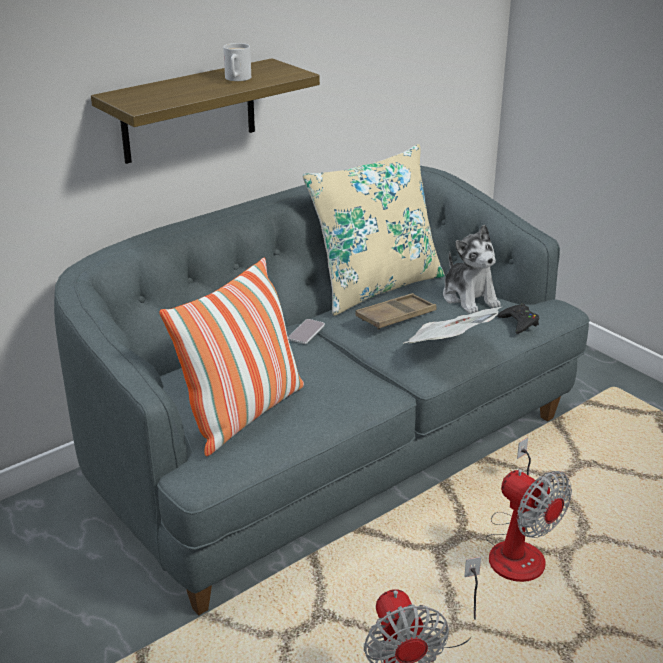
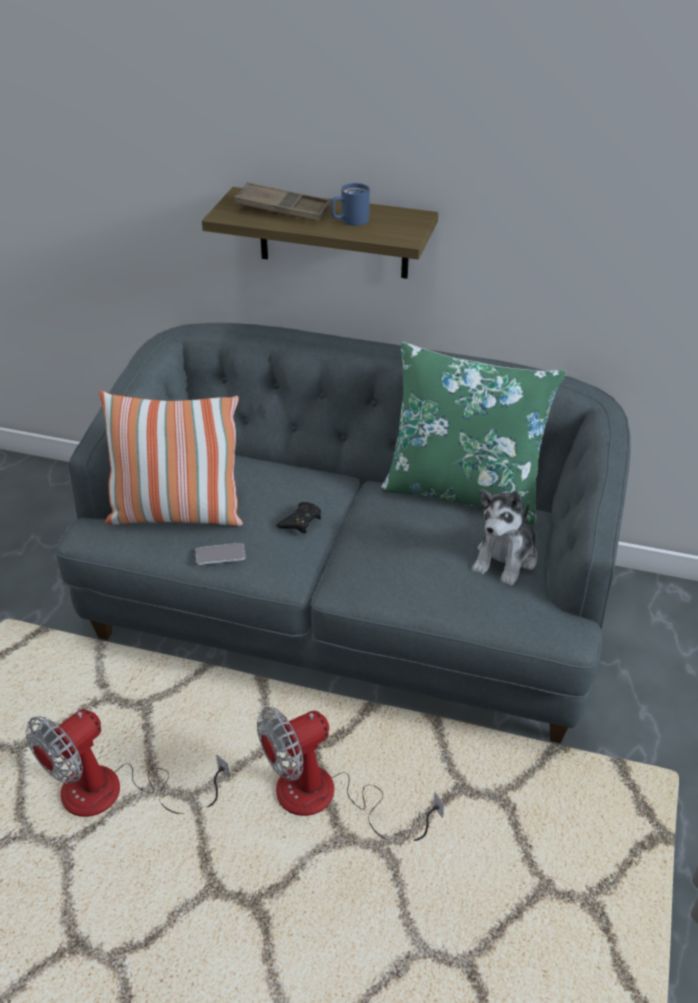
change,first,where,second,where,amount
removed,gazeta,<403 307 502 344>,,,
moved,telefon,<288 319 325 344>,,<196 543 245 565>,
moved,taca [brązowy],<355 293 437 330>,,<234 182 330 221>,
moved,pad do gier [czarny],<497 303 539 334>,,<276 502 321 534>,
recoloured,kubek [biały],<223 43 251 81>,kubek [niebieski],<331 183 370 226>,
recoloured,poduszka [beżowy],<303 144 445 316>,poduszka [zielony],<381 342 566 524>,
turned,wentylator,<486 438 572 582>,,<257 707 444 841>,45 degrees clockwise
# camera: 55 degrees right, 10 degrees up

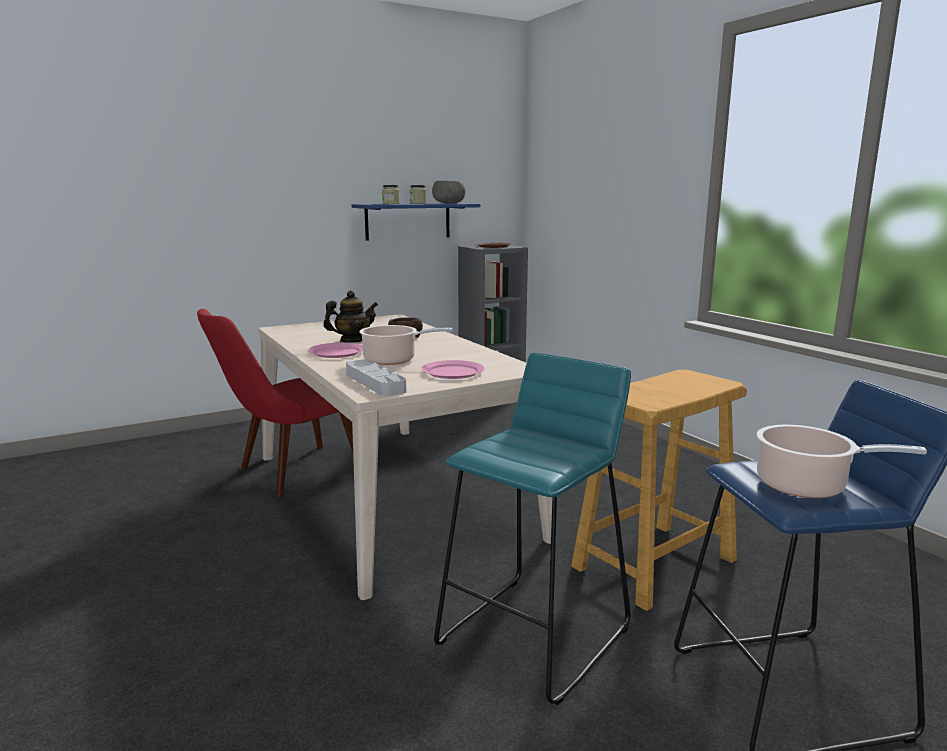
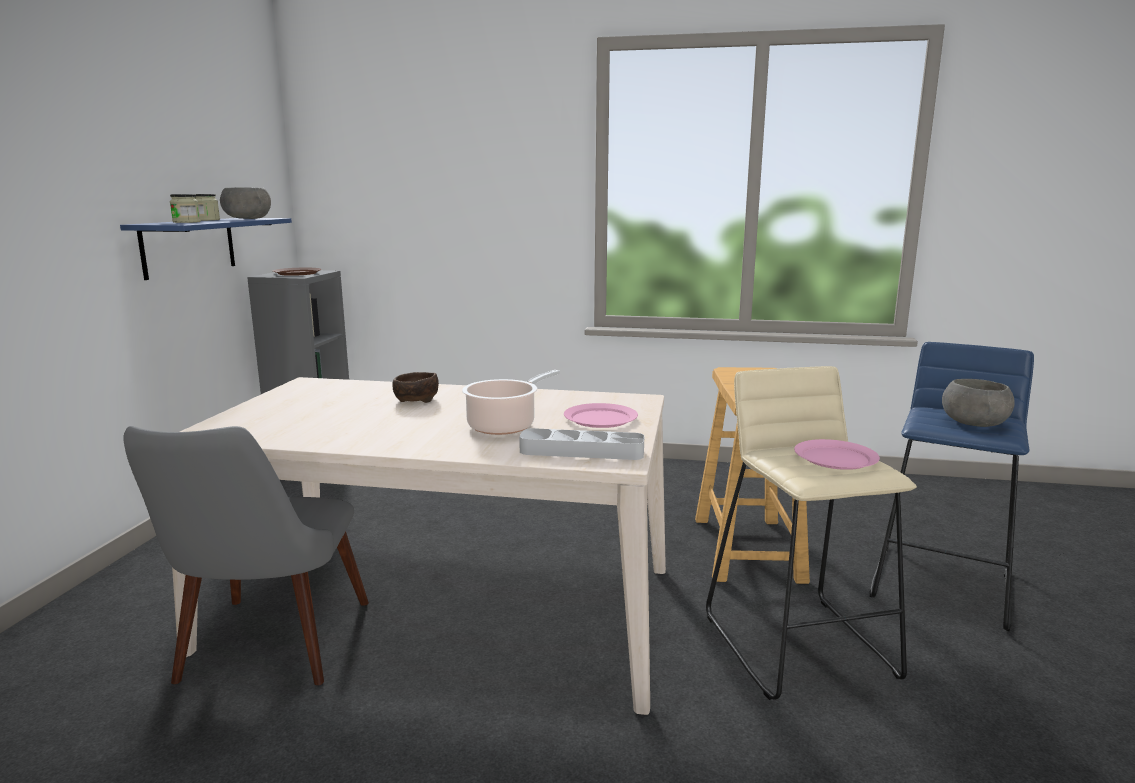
change,first,where,second,where,amount
removed,imbryk,<323 290 378 342>,,,
moved,talerz [różowy],<308 343 363 358>,,<794 439 880 470>,
replaced,garnek,<756 425 927 498>,miska [szary],<942 379 1015 427>,
recoloured,krzesło [czerwony],<197 309 353 497>,krzesło [szary],<123 426 369 685>,
recoloured,stołek [turkusowy],<434 353 631 705>,stołek [beżowy],<706 366 917 700>,
# camera: 50 degrees left, 0 degrees up

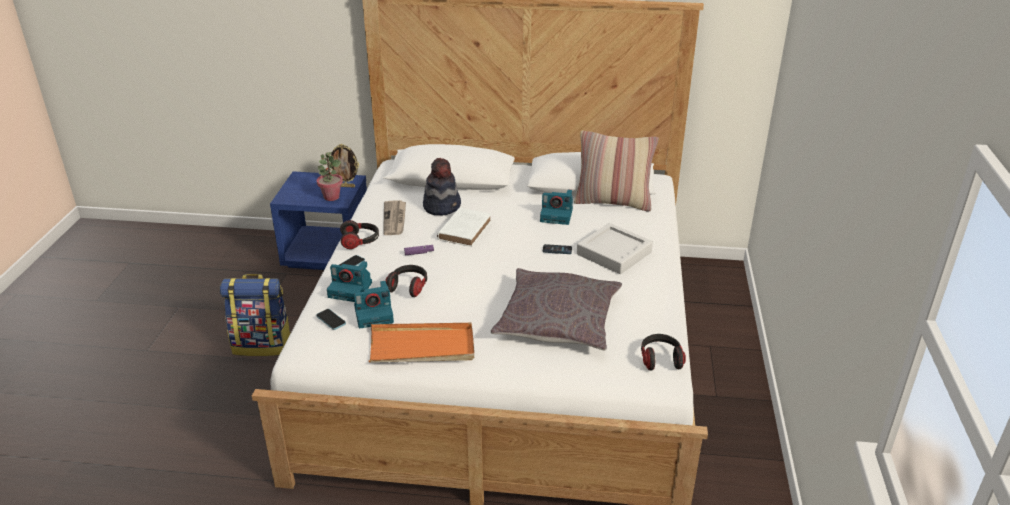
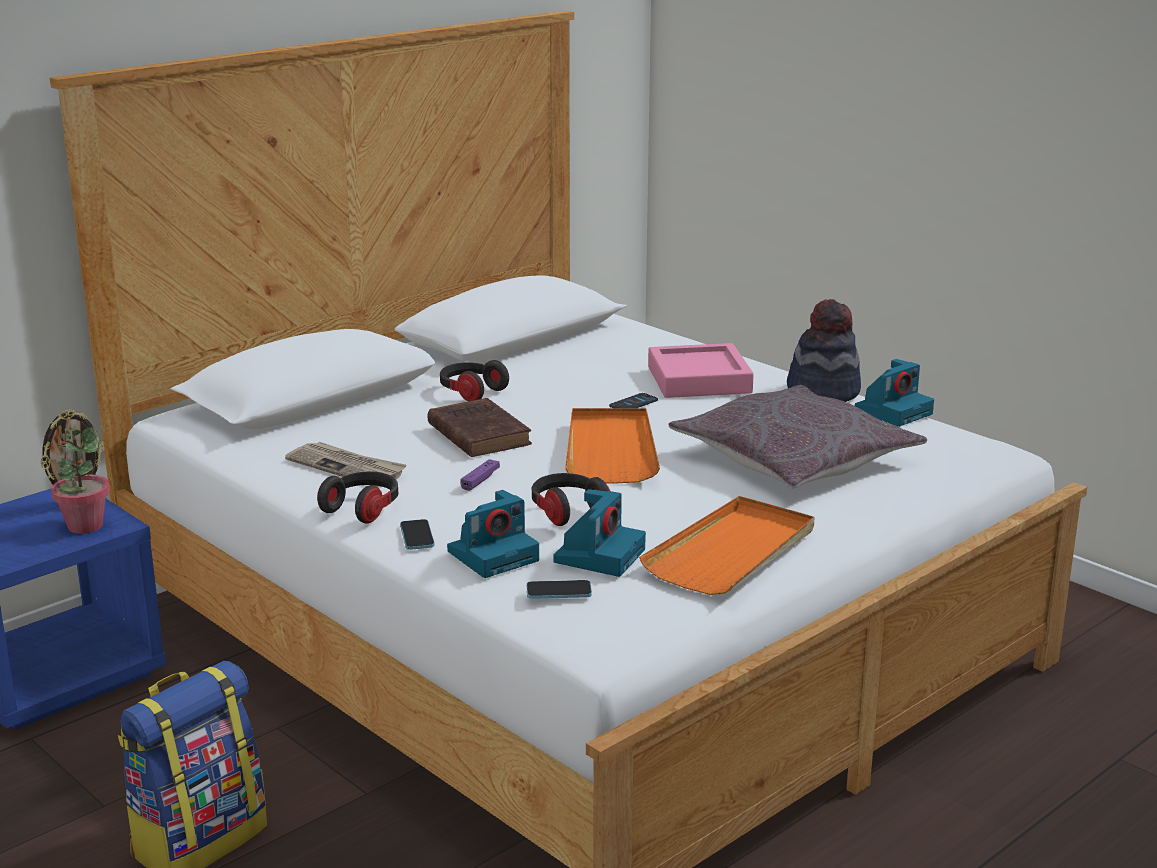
change,first,where,second,where,amount
removed,poduszka,<574 130 658 211>,,,
added,,,taca [pomarańczowy],<565 408 660 484>,
moved,kapelusz,<423 158 461 215>,,<787 299 861 402>,
moved,aparat fotograficzny,<540 190 573 225>,,<855 359 934 427>,
moved,słuchawki,<641 334 686 370>,,<440 360 509 401>,
recoloured,książka [biały],<437 208 492 247>,książka [brązowy],<428 398 532 457>,
recoloured,taca [szary],<577 223 653 274>,taca [różowy],<648 343 754 398>,
# camera: 50 degrees left, 10 degrees down

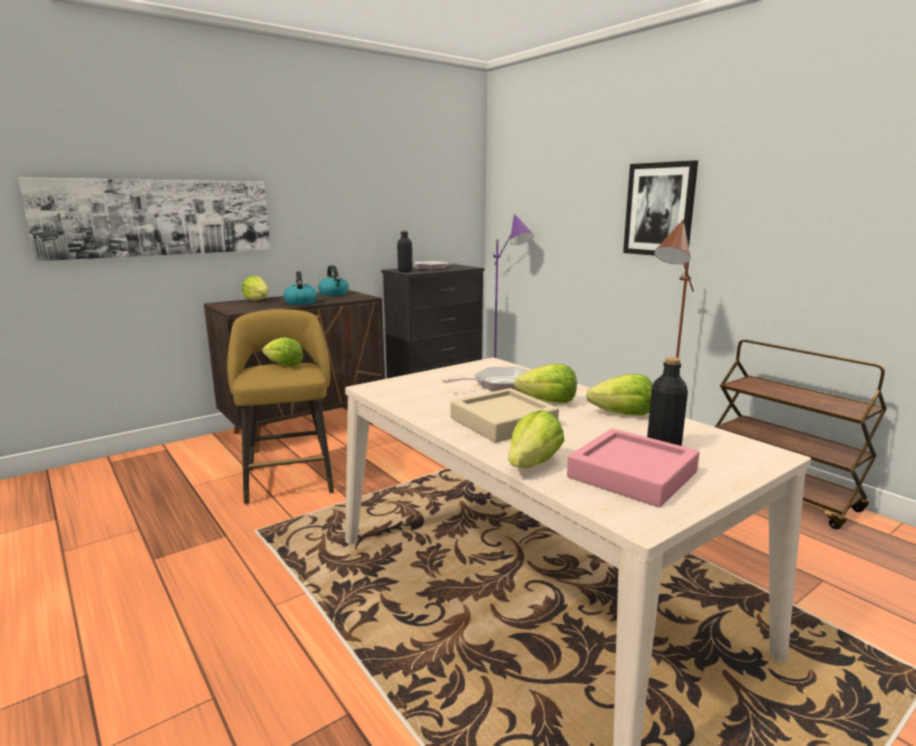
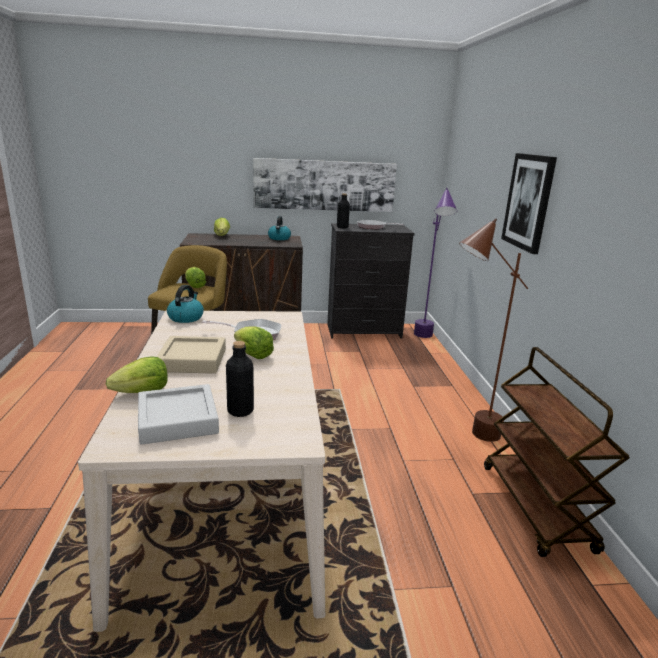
change,first,where,second,where,amount
removed,sałata,<586 374 653 415>,,,
moved,obraz,<19 177 270 261>,,<253 158 397 212>,
moved,czajnik,<283 271 317 305>,,<167 285 204 323>,
recoloured,taca [różowy],<567 428 700 507>,taca [szary],<138 384 219 445>,
# camera: 30 degrees right, 5 degrees up

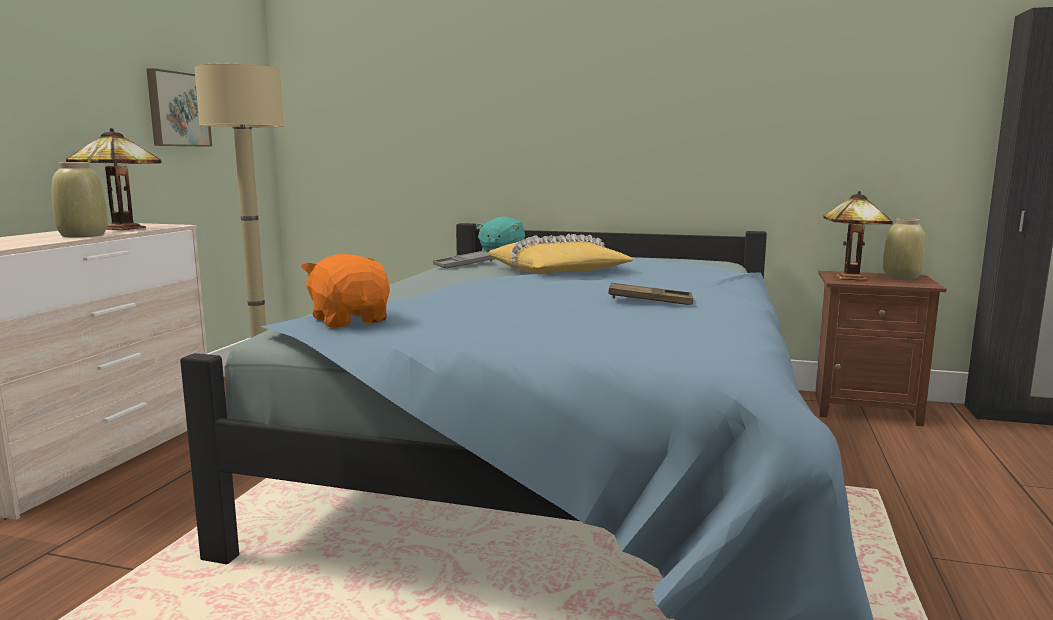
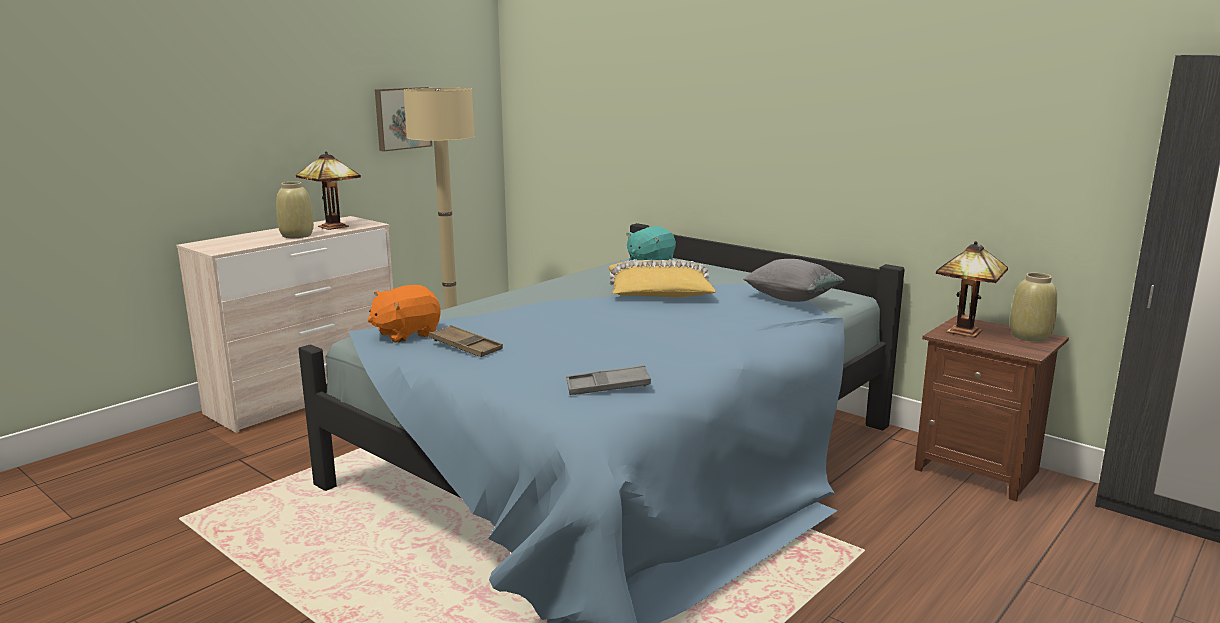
change,first,where,second,where,amount
added,,,poduszka [szary],<743 259 845 302>,
moved,taca [szary],<433 251 495 268>,,<566 365 651 395>,
moved,taca [brązowy],<608 282 694 305>,,<429 325 503 357>,
turned,pluszak [pomarańczowy],<301 254 390 328>,,<368 285 441 343>,120 degrees counterclockwise
# camera: 25 degrees right, 5 degrees up

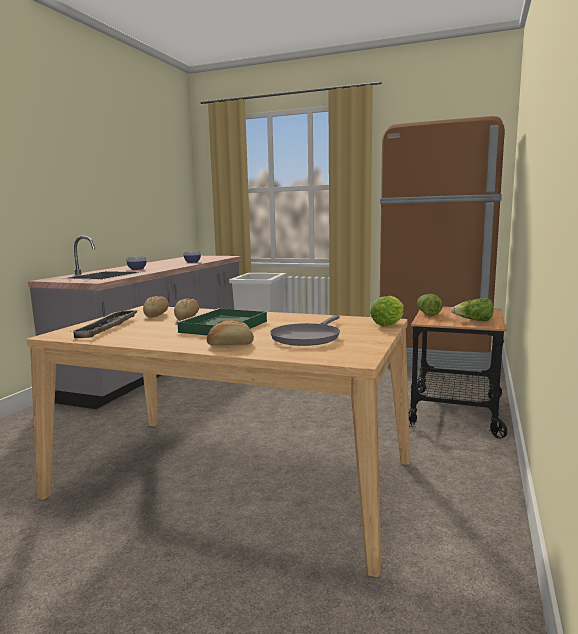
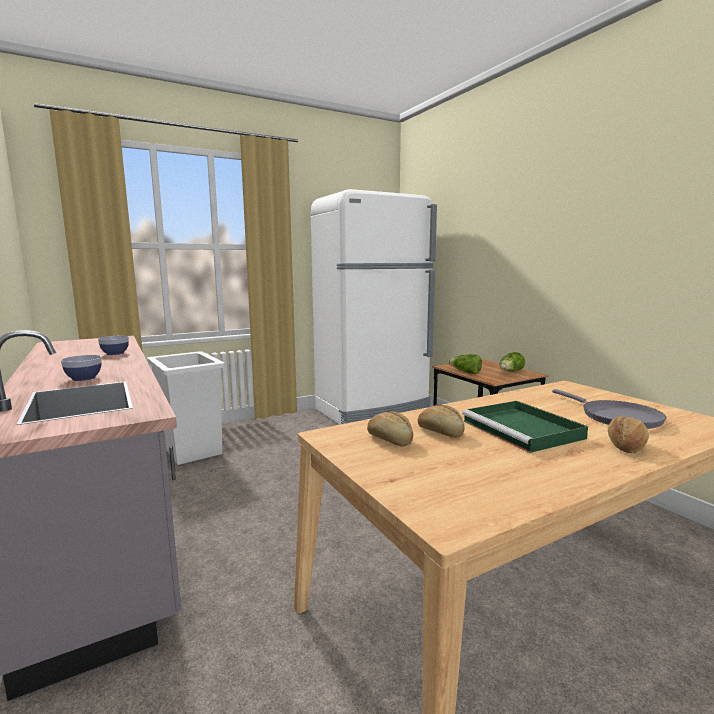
change,first,where,second,where,amount
removed,taca,<70 310 138 338>,,,
removed,sałata,<370 296 404 326>,,,
recoloured,lodówka [brązowy],<380 116 505 372>,lodówka [biały],<311 189 437 425>,
# camera: 50 degrees left, 0 degrees up

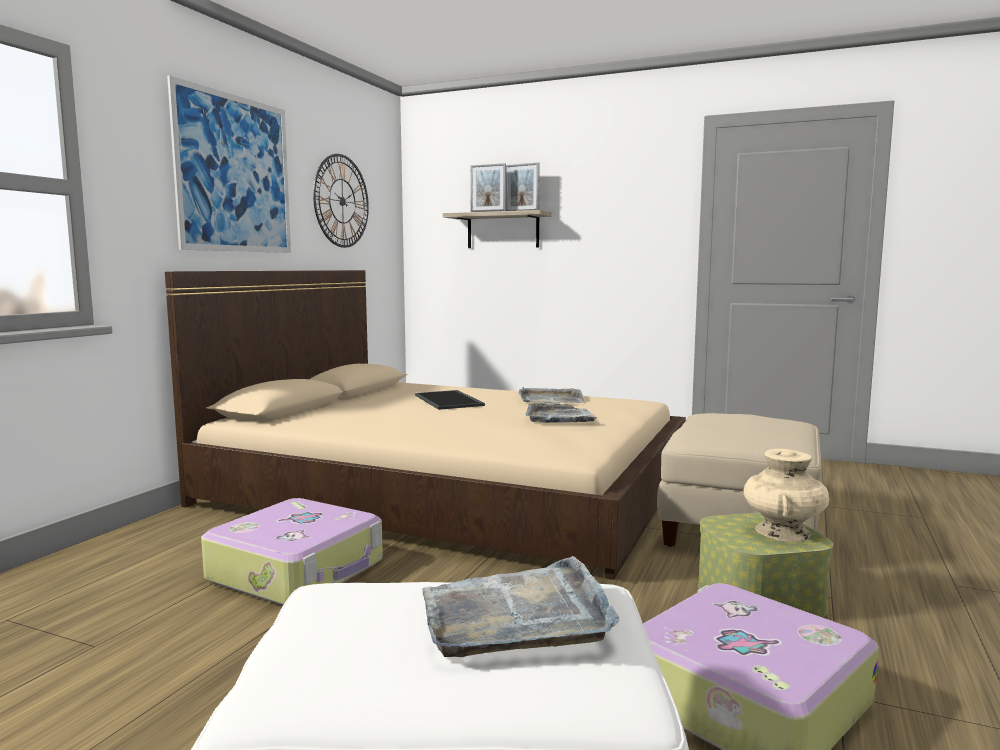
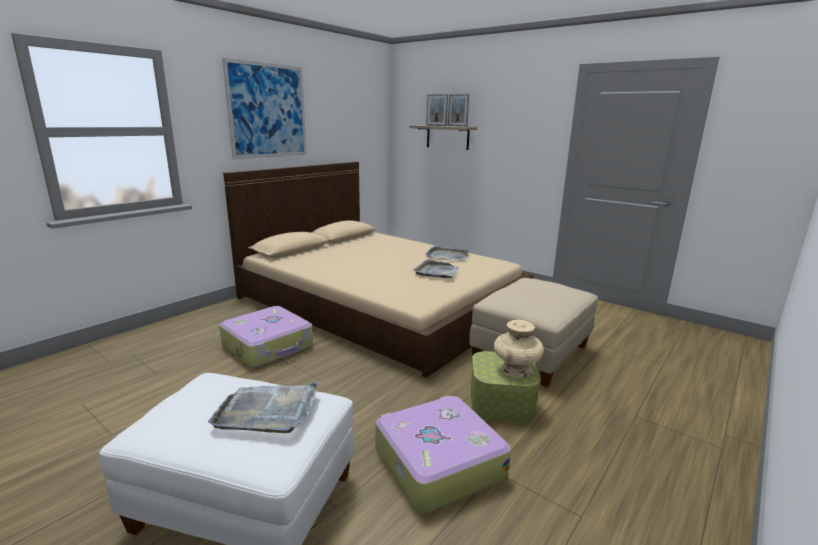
change,first,where,second,where,amount
removed,zegar ścienny,<313 154 369 248>,,,
removed,taca,<415 390 485 410>,,,
# camera: 15 degrees right, 10 degrees up

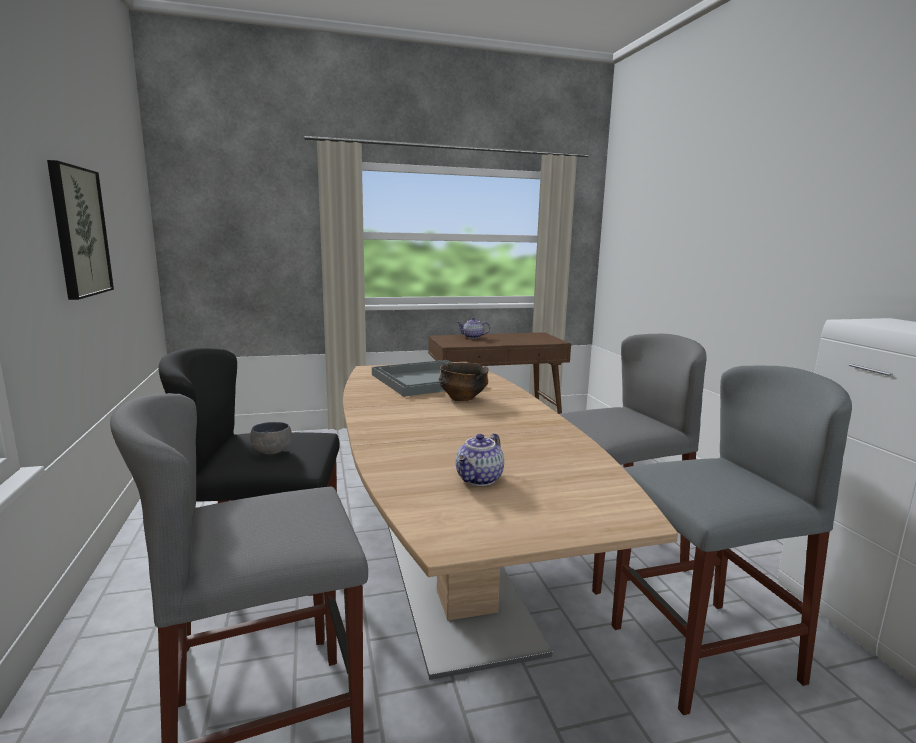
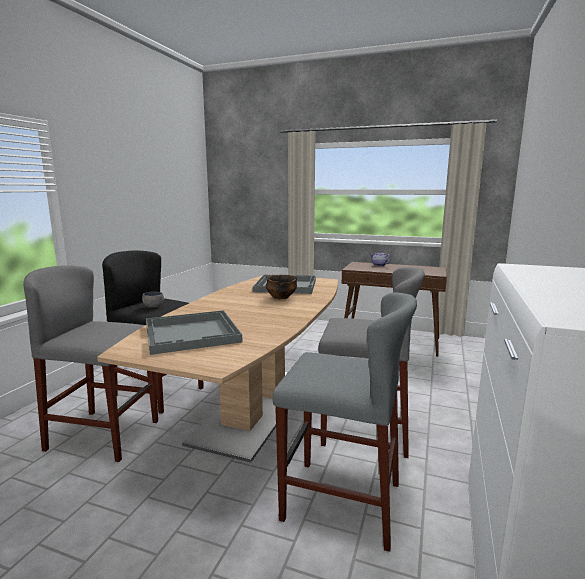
change,first,where,second,where,amount
removed,obraz,<47 160 114 300>,,,
replaced,imbryk,<456 433 504 486>,taca [szary],<146 310 243 355>,
# camera: 35 degrees right, 0 degrees up

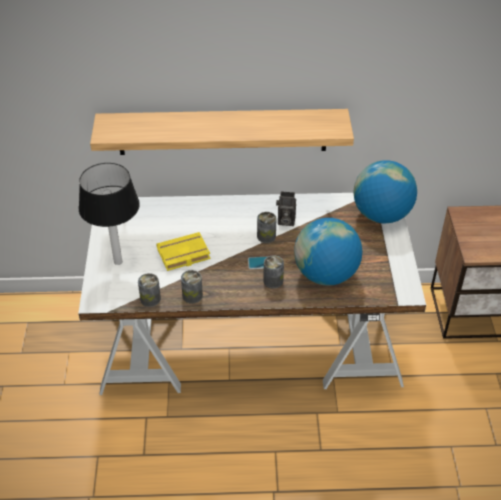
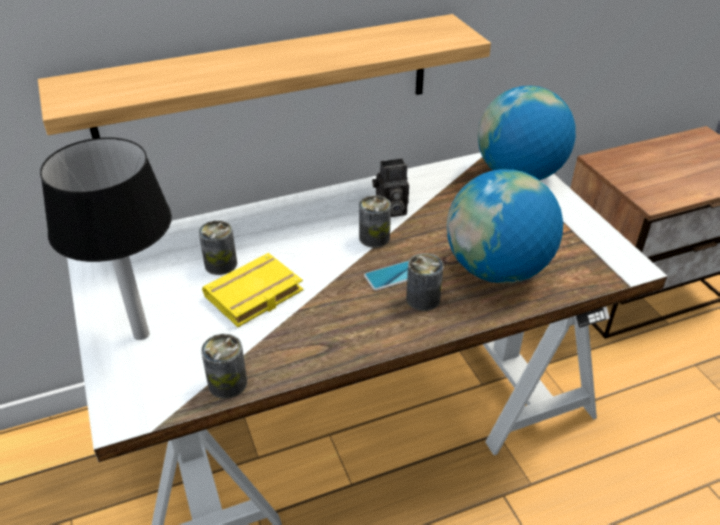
change,first,where,second,where,amount
moved,puszka,<181 270 203 304>,,<199 220 237 275>,
# camera: 20 degrees left, 5 degrees down

